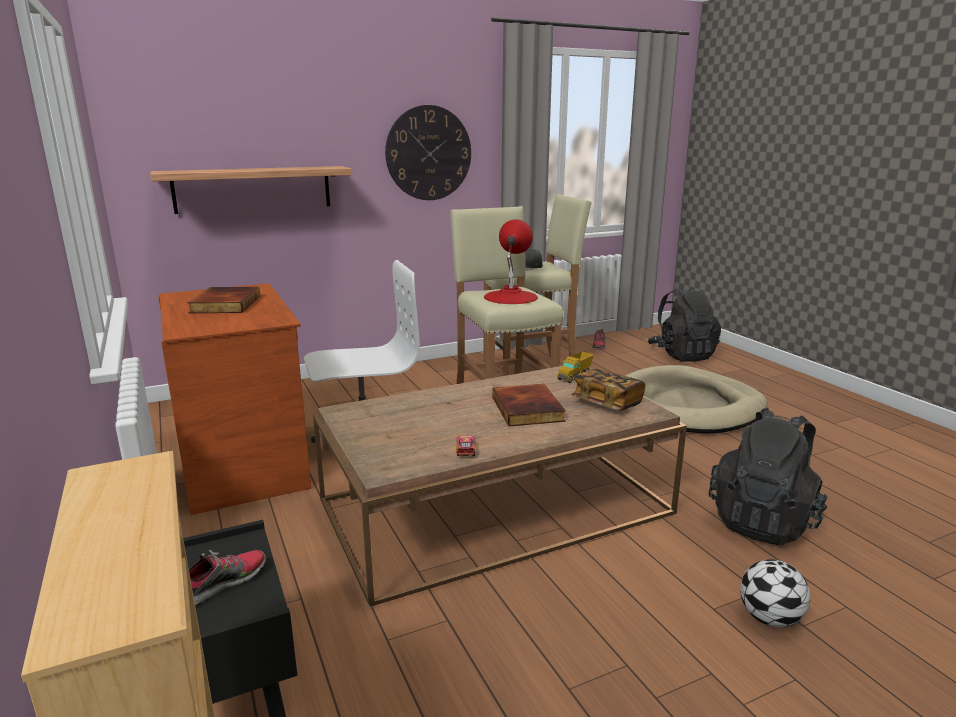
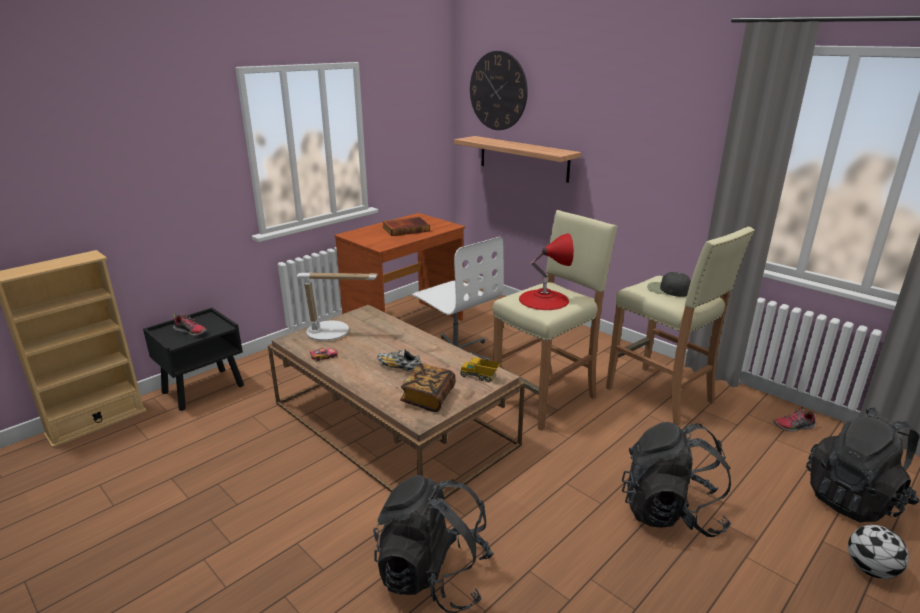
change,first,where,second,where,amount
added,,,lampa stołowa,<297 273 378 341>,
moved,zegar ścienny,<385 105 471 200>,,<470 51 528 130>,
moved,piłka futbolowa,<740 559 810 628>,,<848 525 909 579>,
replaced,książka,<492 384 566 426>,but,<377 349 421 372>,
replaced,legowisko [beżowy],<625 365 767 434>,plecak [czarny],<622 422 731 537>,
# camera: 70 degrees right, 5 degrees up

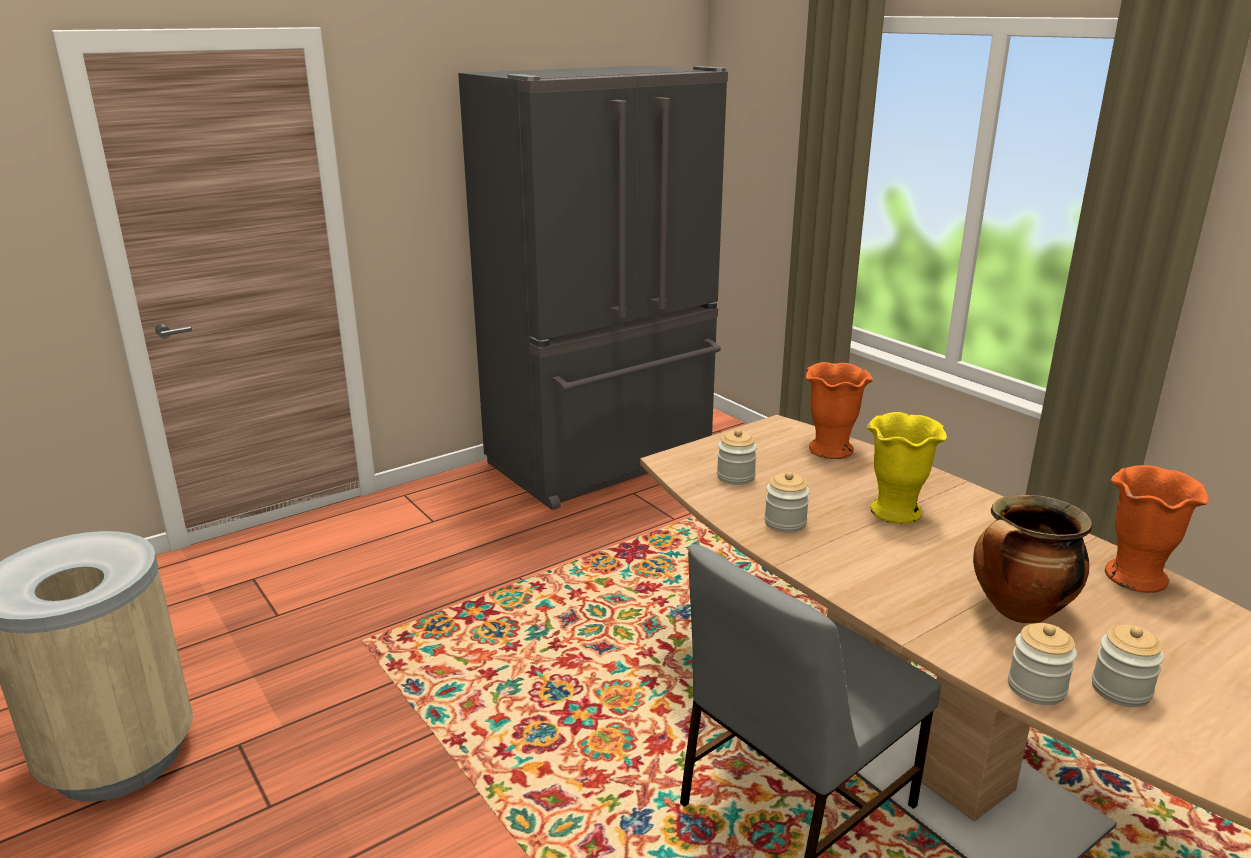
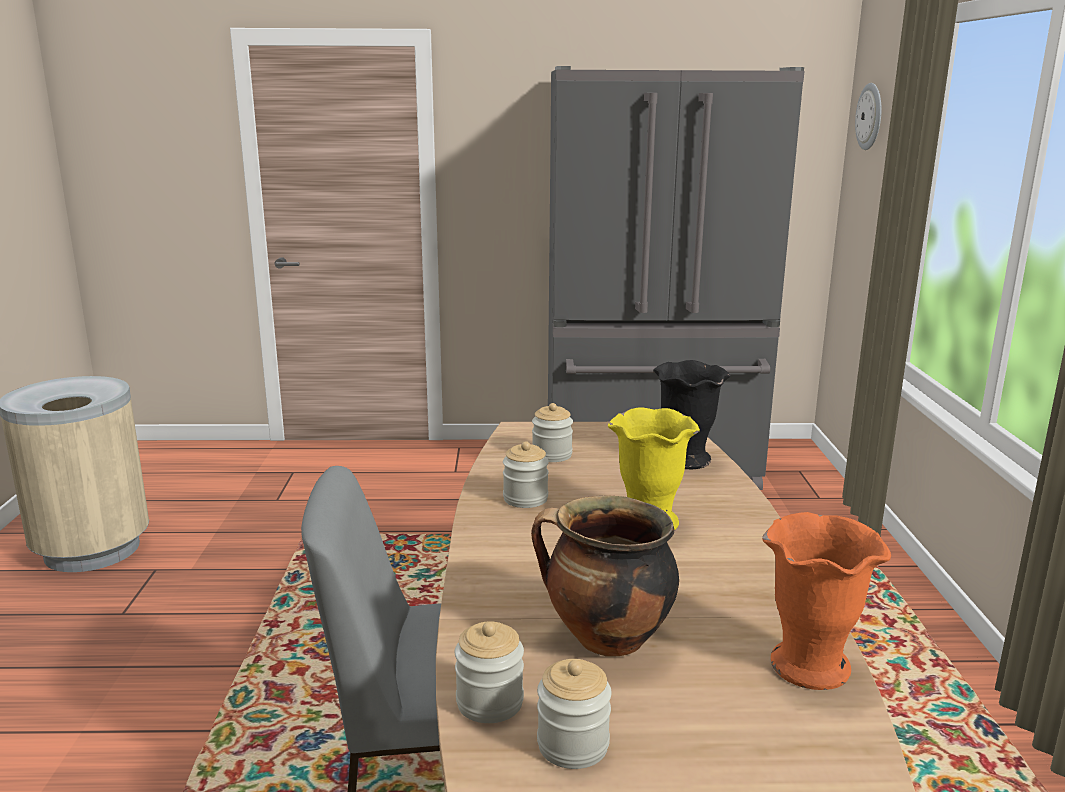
change,first,where,second,where,amount
added,,,zegar ścienny,<855 83 881 150>,
recoloured,wazon [pomarańczowy],<806 362 874 459>,wazon [czarny],<653 360 731 469>,
# camera: 35 degrees right, 5 degrees down

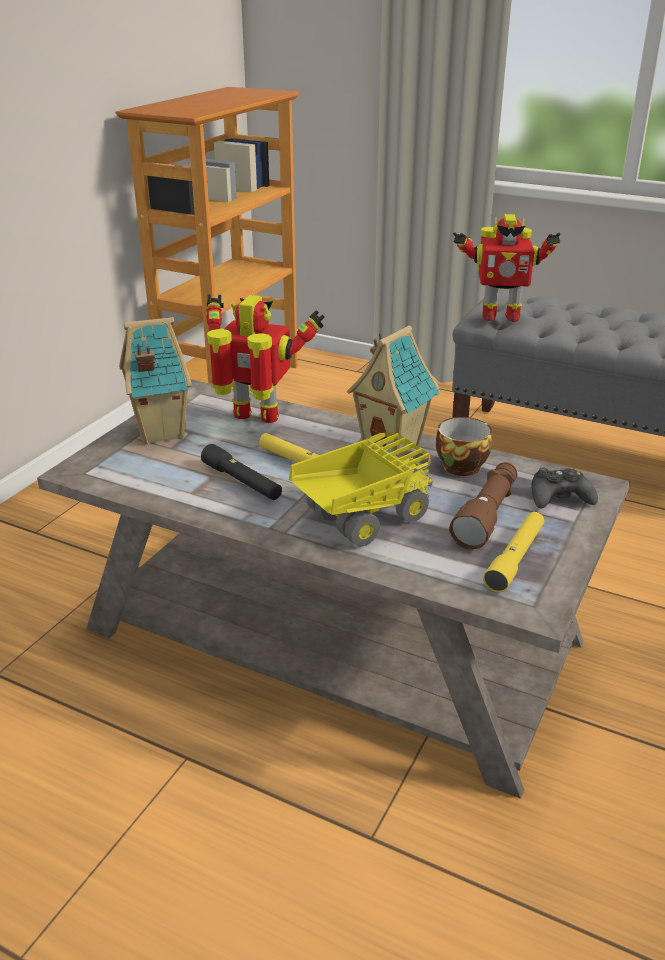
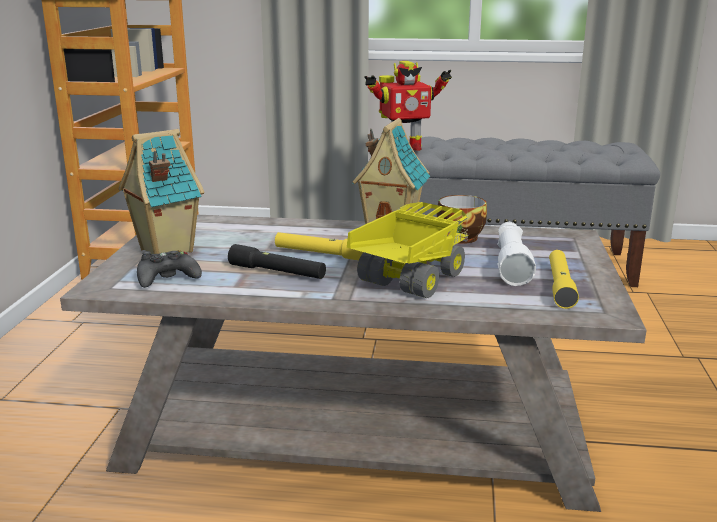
change,first,where,second,where,amount
removed,robot zabawkowy,<206 295 325 423>,,,
moved,pad do gier [czarny],<532 467 598 508>,,<137 250 202 288>,
recoloured,latarka [brązowy],<449 462 517 549>,latarka [biały],<498 222 536 286>,
# camera: 20 degrees left, 10 degrees down

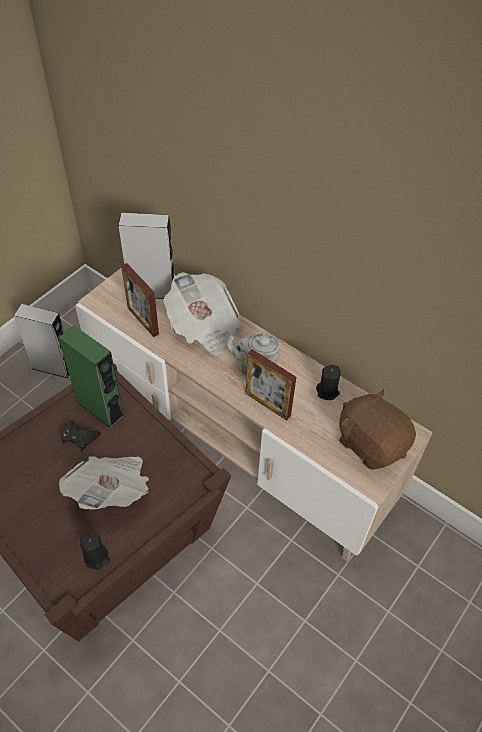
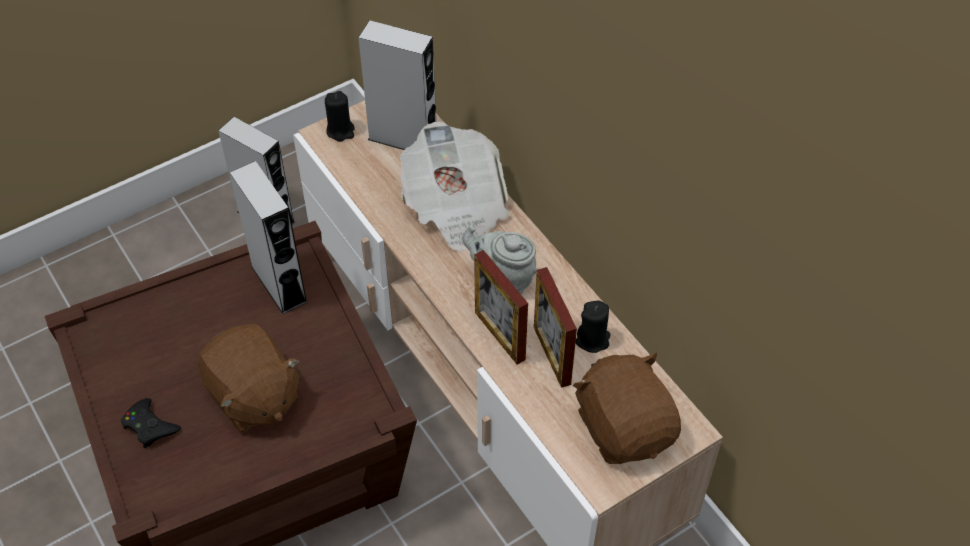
change,first,where,second,where,amount
moved,pad do gier [czarny],<61 420 101 451>,,<121 398 181 448>,
moved,świeca [czarny],<80 532 110 570>,,<325 91 355 142>,
moved,ramka na zdjęcie,<121 263 159 337>,,<534 267 577 388>,
replaced,gazeta,<59 456 149 510>,pluszak [brązowy],<198 323 300 433>,
recoloured,głośnik [zielony],<58 325 125 428>,głośnik [szary],<229 161 308 314>,
# camera: 20 degrees right, 0 degrees up

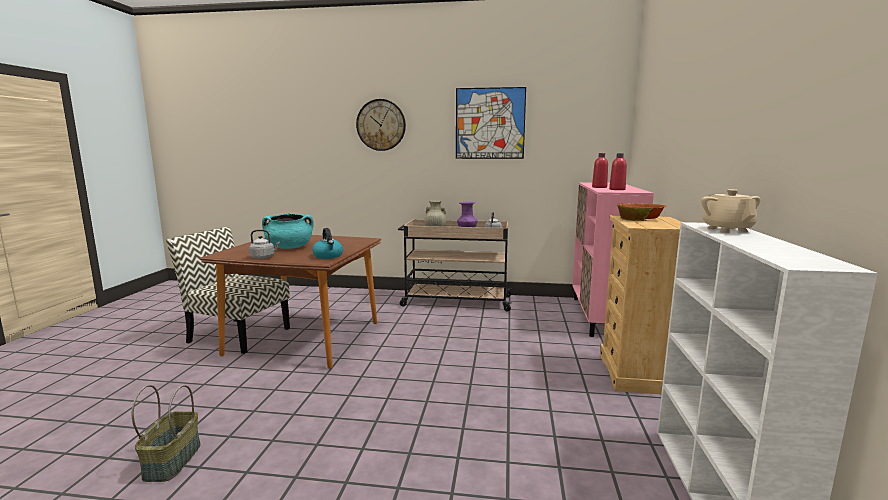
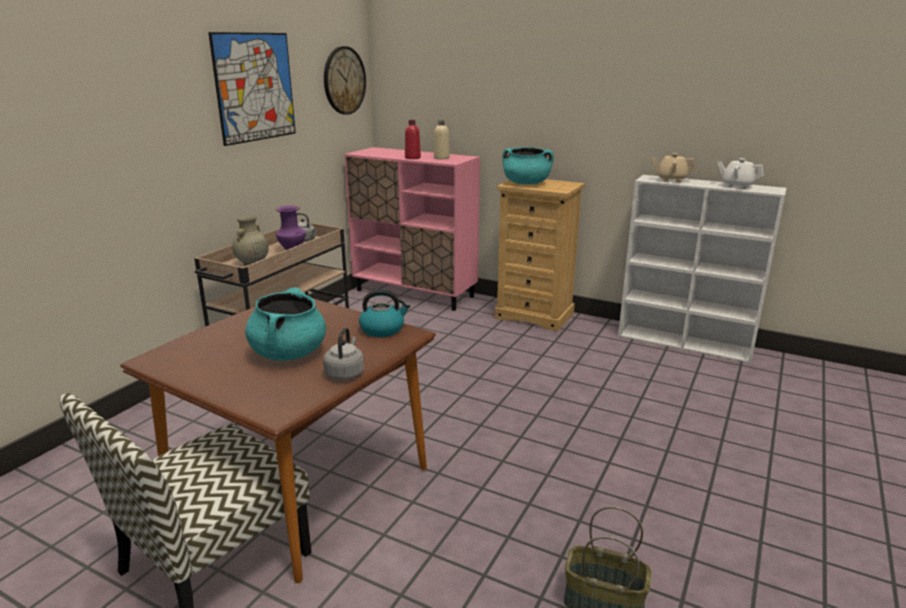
change,first,where,second,where,amount
added,,,imbryk [biały],<718 158 764 189>,
moved,zegar ścienny,<356 99 406 151>,,<324 46 366 115>,
replaced,miska,<618 203 667 221>,garnek [turkusowy],<502 147 554 185>,
recoloured,butelka [czerwony],<609 153 627 190>,butelka [beżowy],<434 120 450 159>,
# camera: 70 degrees left, 10 degrees up

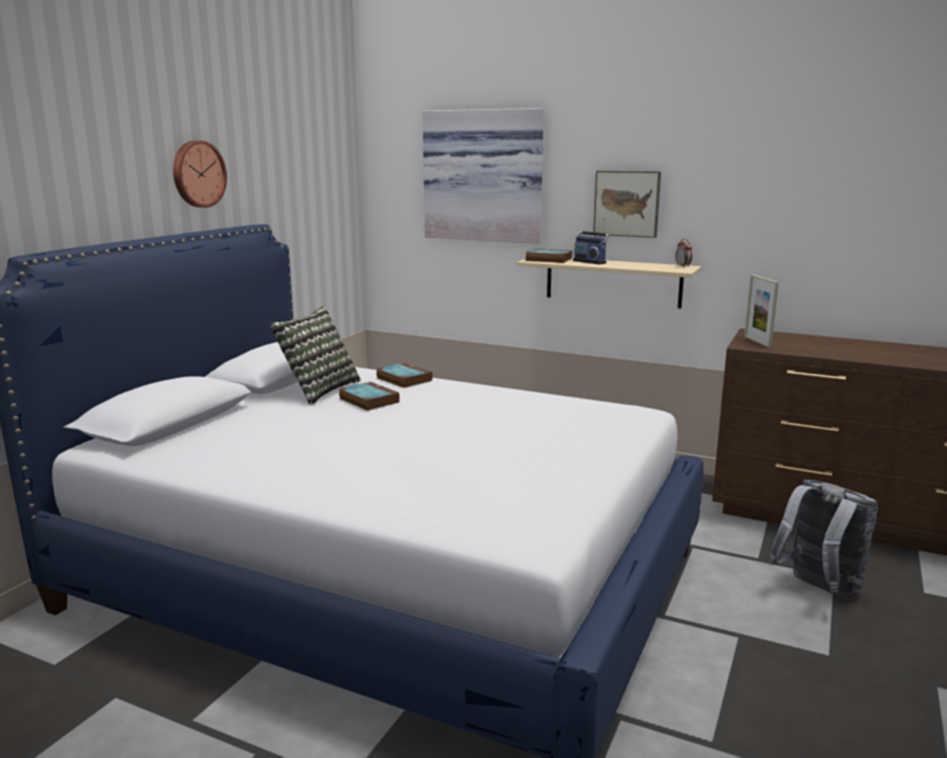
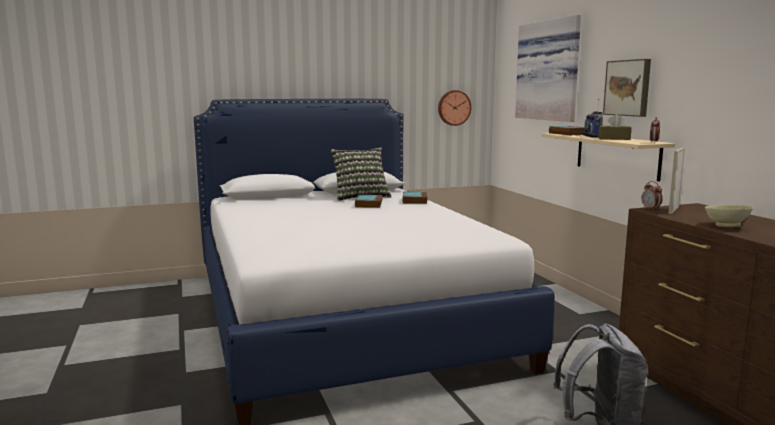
change,first,where,second,where,amount
added,,,pudełko chusteczek [brązowy],<598 114 632 140>,
added,,,budzik,<641 181 663 211>,
added,,,miska [beżowy],<705 205 754 227>,
moved,zegar ścienny,<173 140 227 208>,,<438 90 472 126>,
# camera: 45 degrees right, 5 degrees down

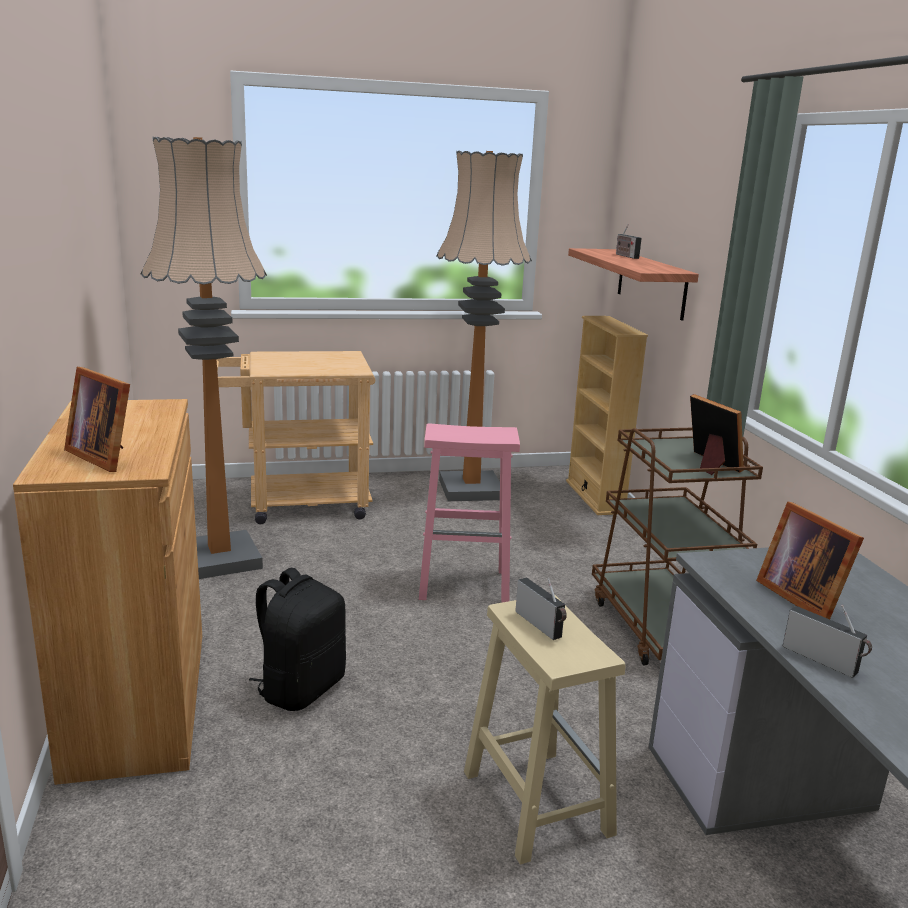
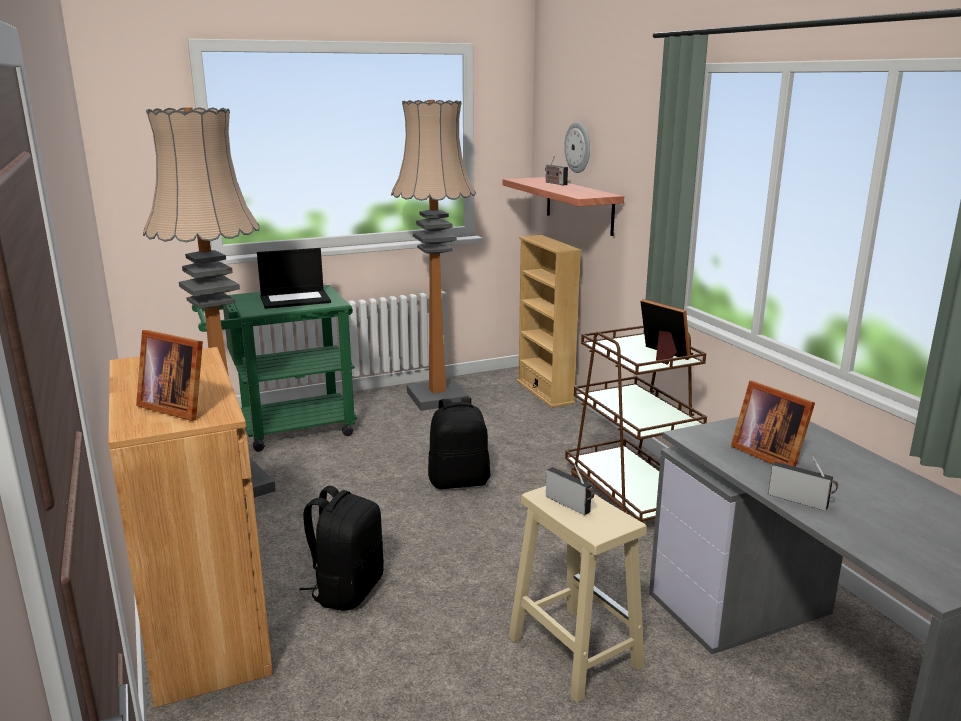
change,first,where,second,where,amount
added,,,laptop,<257 248 331 309>,
added,,,zegar ścienny,<564 122 590 173>,
replaced,stołek [różowy],<419 423 520 602>,plecak [czarny],<428 397 490 489>,
recoloured,wózek [beżowy],<216 351 375 524>,wózek [zielony],<192 285 358 452>,
# camera: 10 degrees left, 0 degrees up

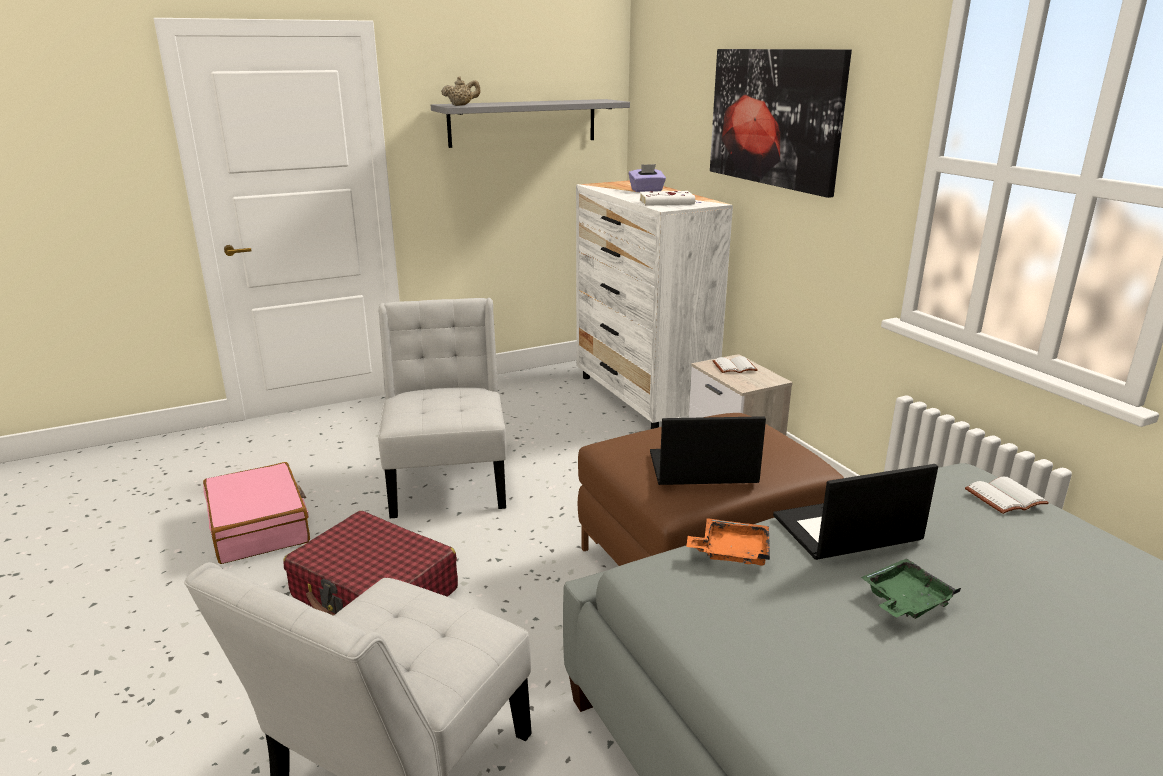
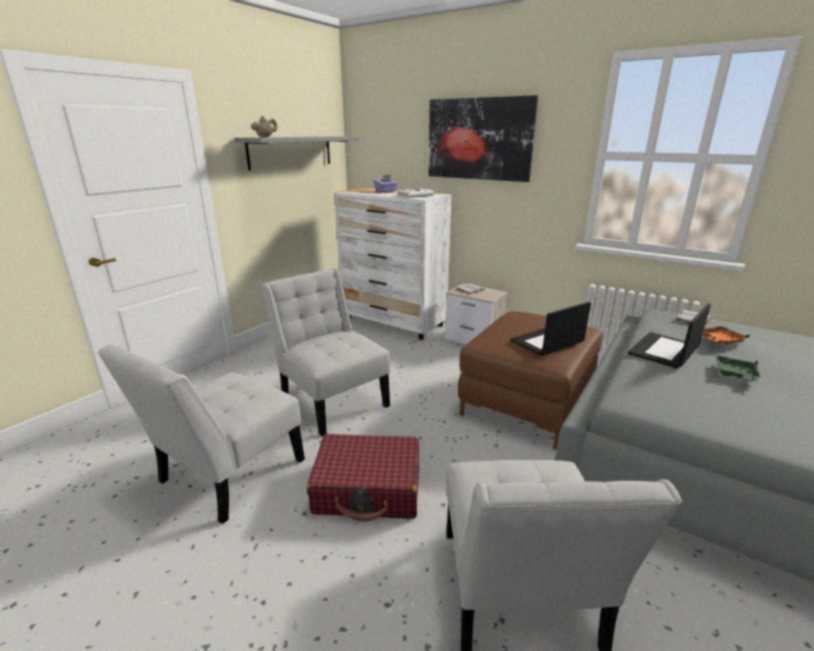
change,first,where,second,where,amount
moved,taca [pomarańczowy],<686 518 770 566>,,<703 326 750 345>,
replaced,walizka [różowy],<203 462 310 564>,krzesło [biały],<98 344 305 524>,
# camera: 30 degrees left, 0 degrees up

